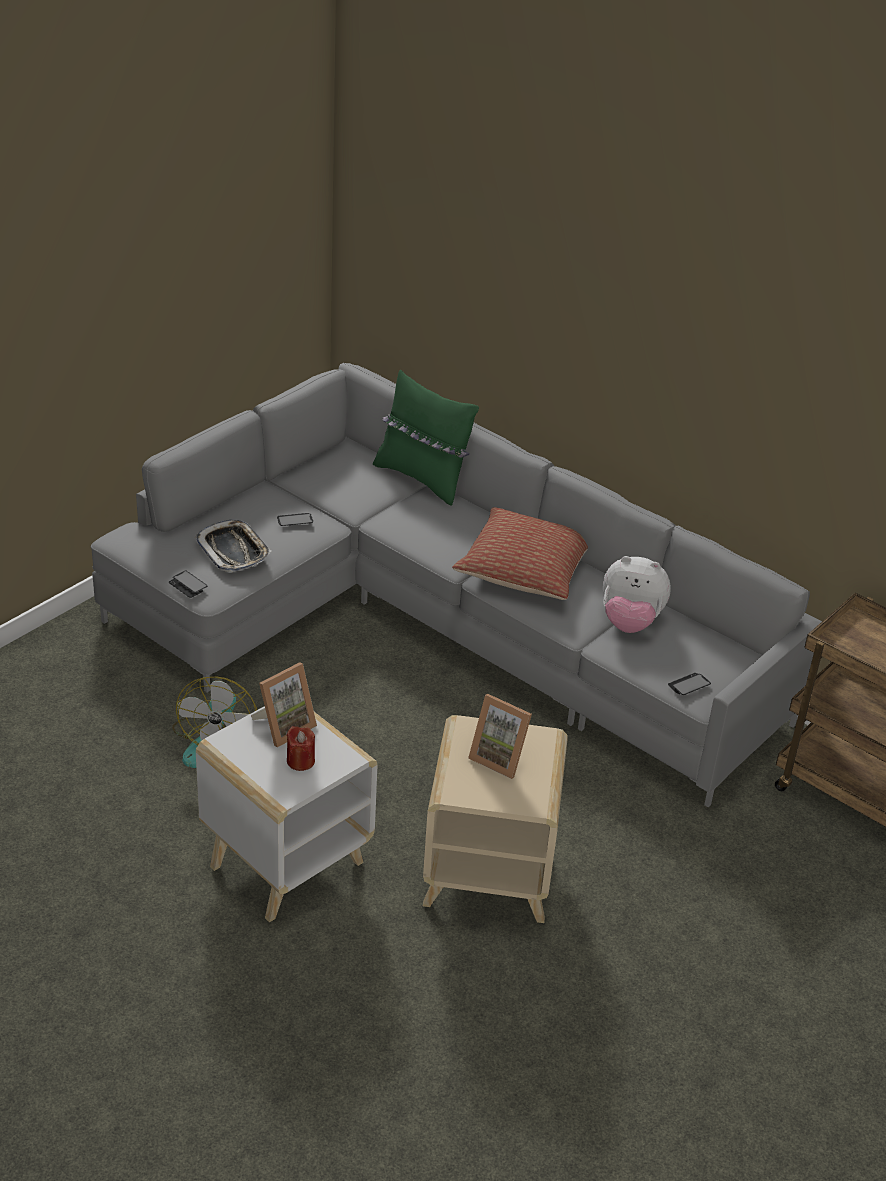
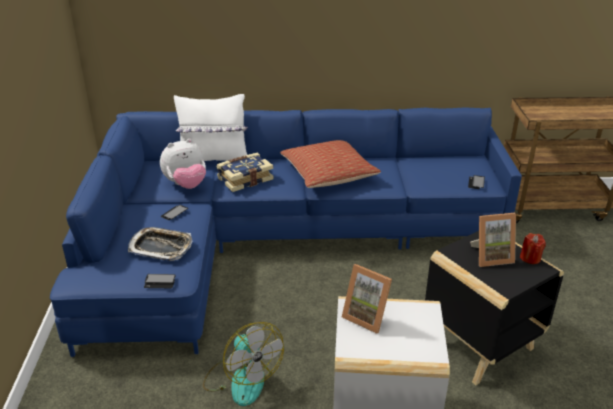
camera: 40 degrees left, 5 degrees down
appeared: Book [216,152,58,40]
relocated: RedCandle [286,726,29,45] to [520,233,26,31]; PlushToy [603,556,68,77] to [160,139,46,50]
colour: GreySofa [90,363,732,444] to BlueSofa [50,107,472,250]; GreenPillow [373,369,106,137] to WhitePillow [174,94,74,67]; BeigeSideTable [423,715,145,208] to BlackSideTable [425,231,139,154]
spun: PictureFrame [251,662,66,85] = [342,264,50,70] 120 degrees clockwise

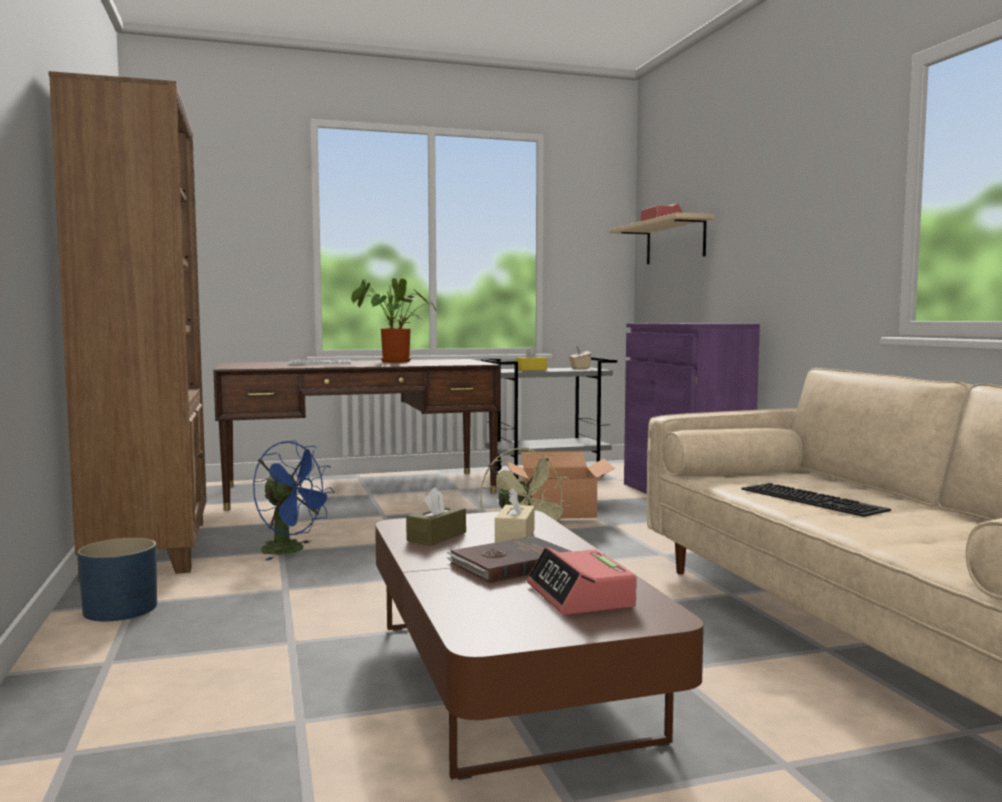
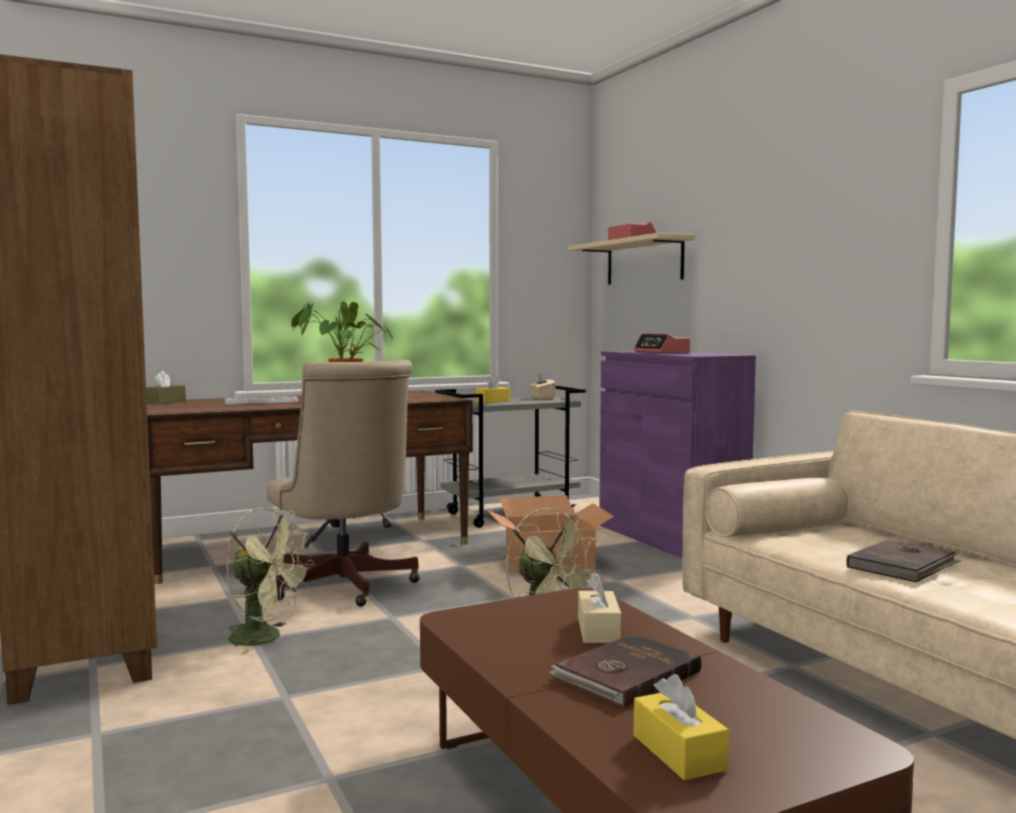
camera: 10 degrees left, 0 degrees up
missing: BluePlanter [78,538,79,83]
appeared: BeigeOfficeChair [266,360,154,247]; YellowTissueBox [634,674,95,107]
relocated: BrownTissueBox [406,487,60,59] to [146,371,40,33]; AlarmClock [527,547,110,68] to [634,334,56,19]
exchanged: Keyboard [742,483,149,34] to BrownBook [846,539,115,43]
colour: BlueFan [253,441,81,119] to GreenFan [226,507,89,148]

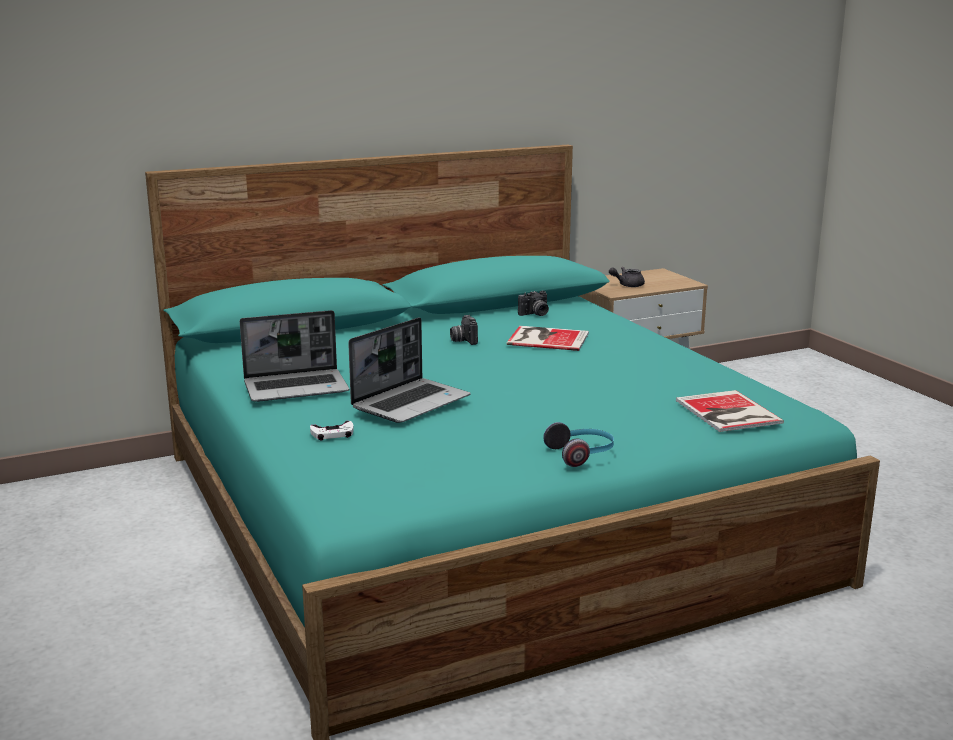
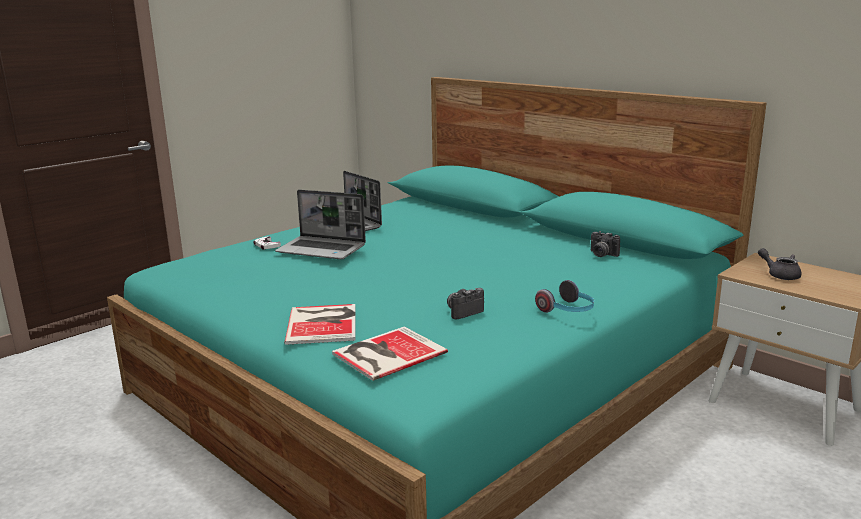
camera: 70 degrees right, 0 degrees up
relocated: PhotoCamera [450,315,28,30] to [447,288,37,31]; Book [507,326,82,25] to [284,304,71,41]; Headphones [543,422,71,45] to [535,280,59,33]

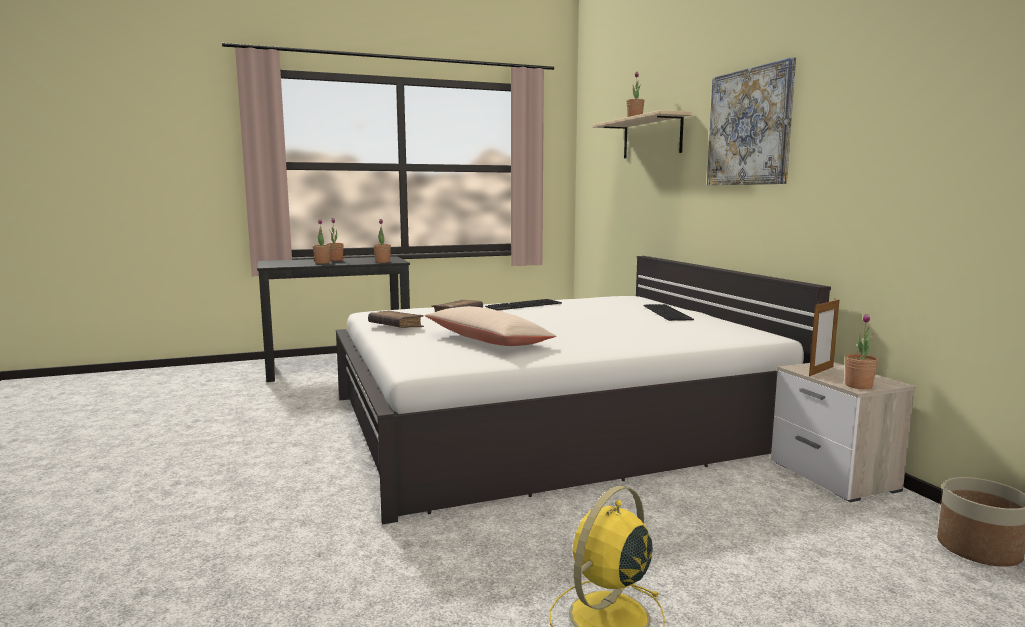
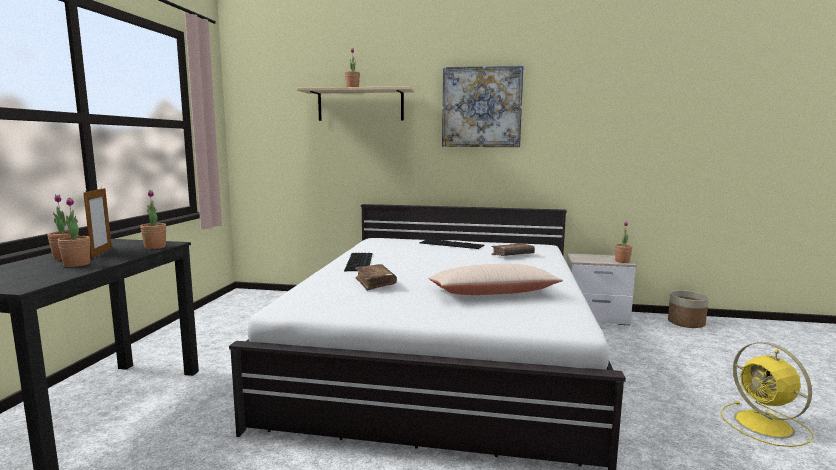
camera: 60 degrees left, 0 degrees up
relocated: BrownBook [368,311,56,17] to [491,243,44,13]; PictureFrame [809,299,30,77] to [83,188,29,70]

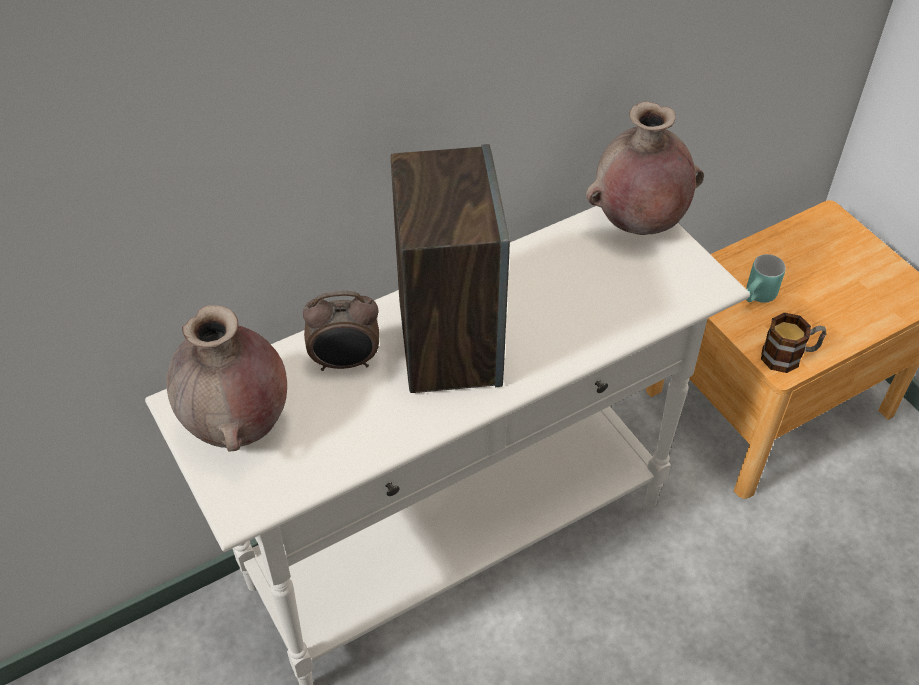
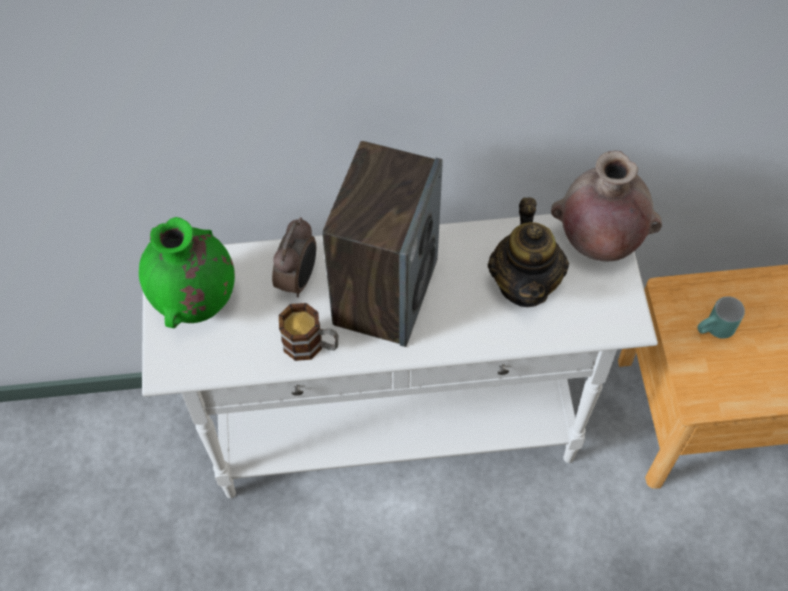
camera: 25 degrees right, 10 degrees up
appeared: Teapot [488,198,81,109]
relocated: Mug [761,313,65,60] to [279,303,60,58]
colour: BrownVase [166,305,121,146] to GreenVase [139,217,96,111]
spun: AlarmClock [303,291,76,80] = [272,217,44,81] 90 degrees counterclockwise

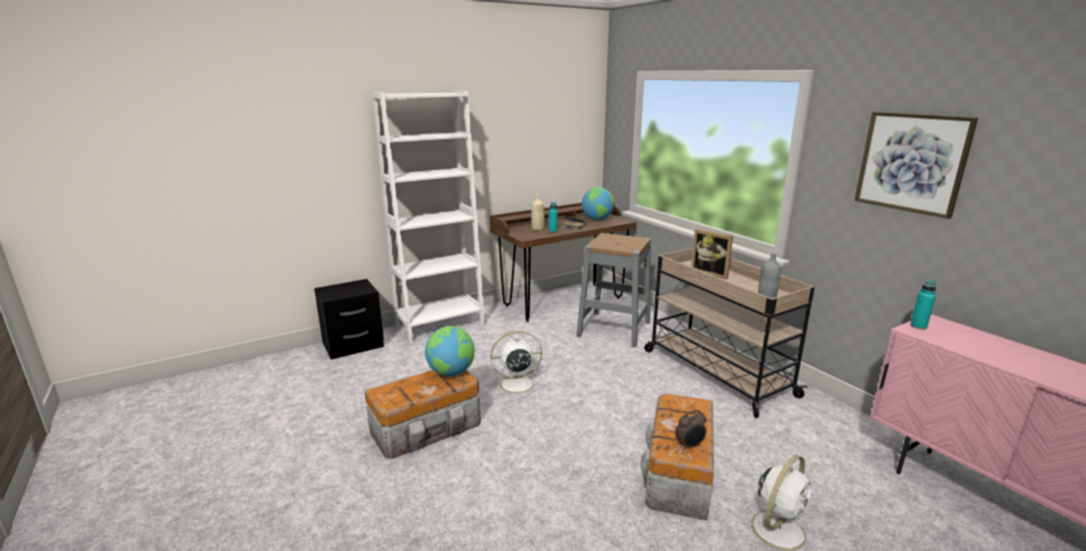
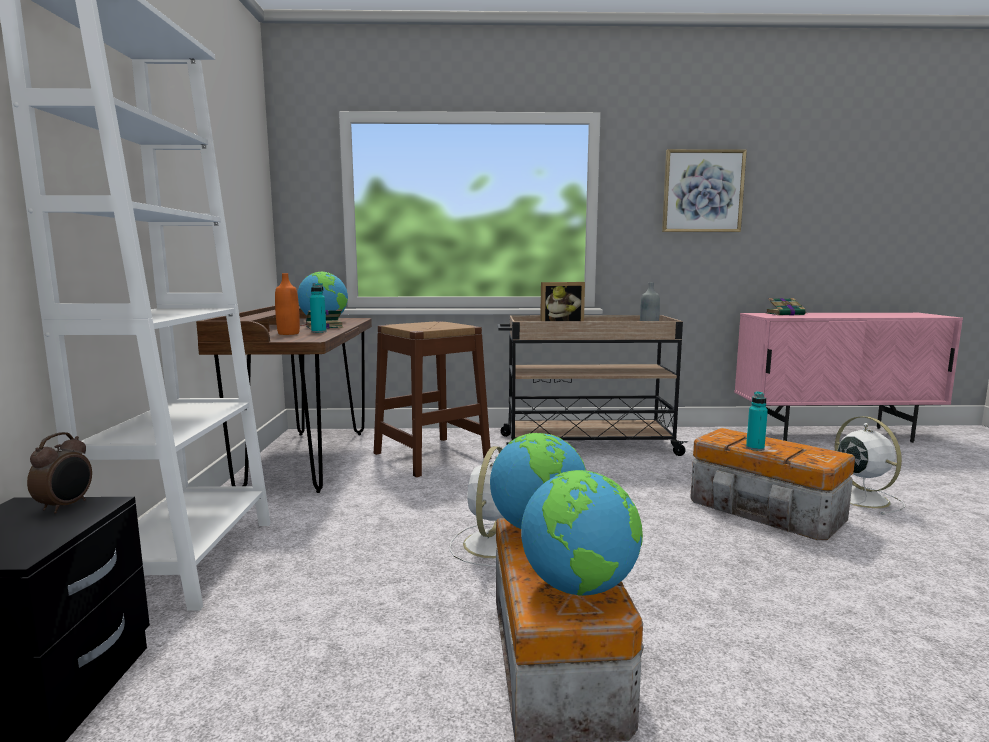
camera: 60 degrees left, 10 degrees down
appeared: Globe [521,470,122,126]; Book [765,298,41,17]
relocated: AlarmClock [675,410,32,40] to [27,432,65,82]; TurquoiseBottle [910,280,27,49] to [746,391,22,60]
colour: BeigeBottle [531,194,13,37] to OrangeBottle [275,273,25,62]; GreyStool [576,233,75,115] to BrownStool [374,321,117,156]

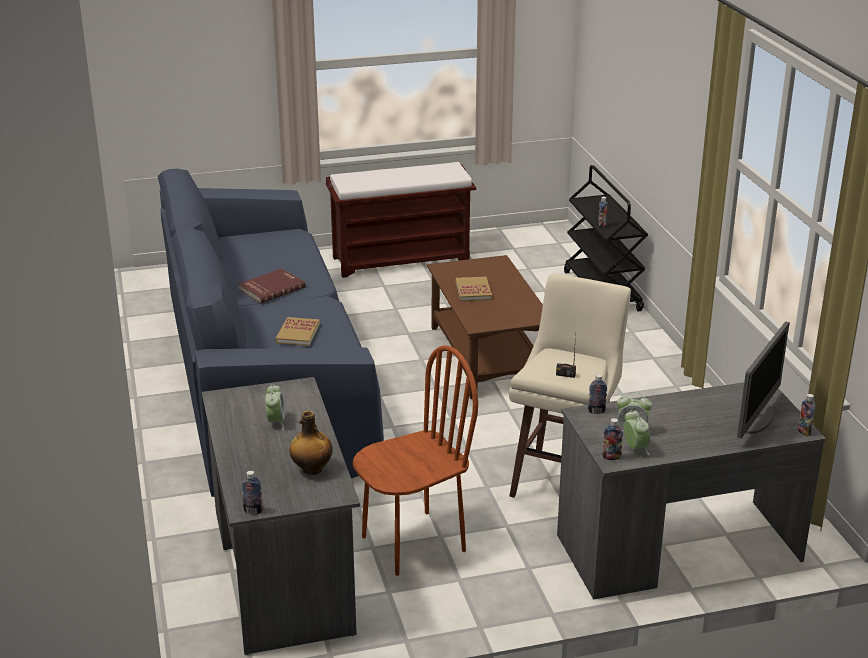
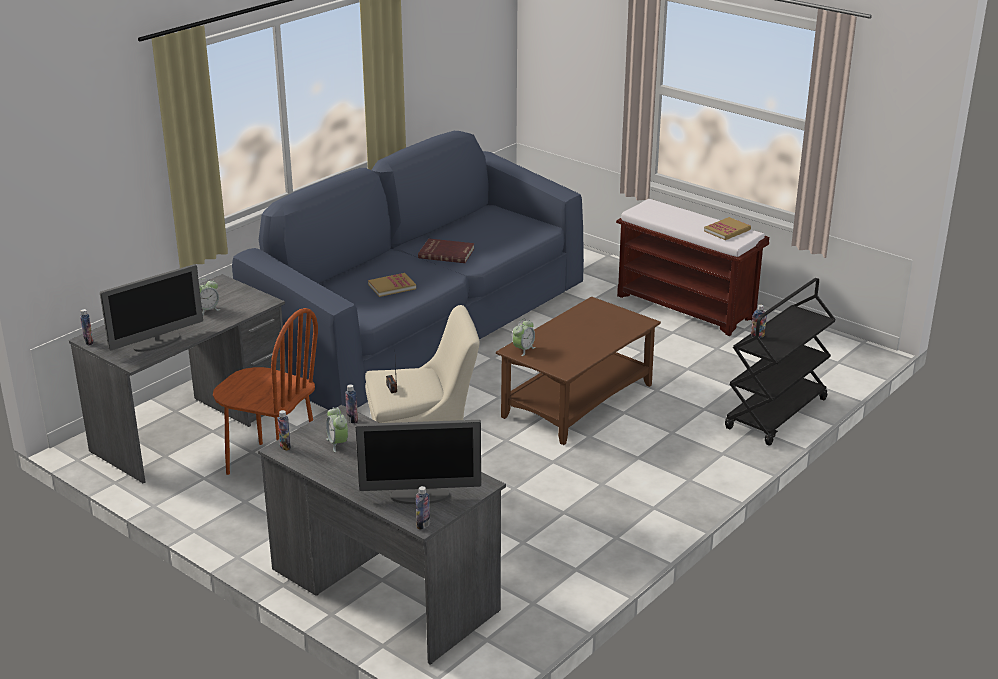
camera: 55 degrees right, 0 degrees up
relocated: Book [456,277,36,24] to [704,217,47,23]; AlarmClock [624,410,26,45] to [513,319,22,37]
exchanged: Bottle [289,411,44,64] to Monitor [100,264,103,88]

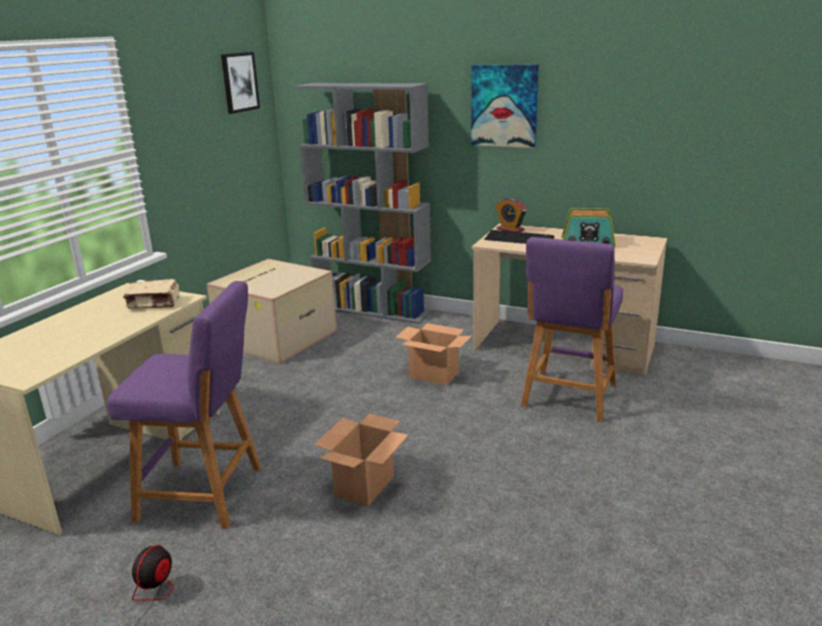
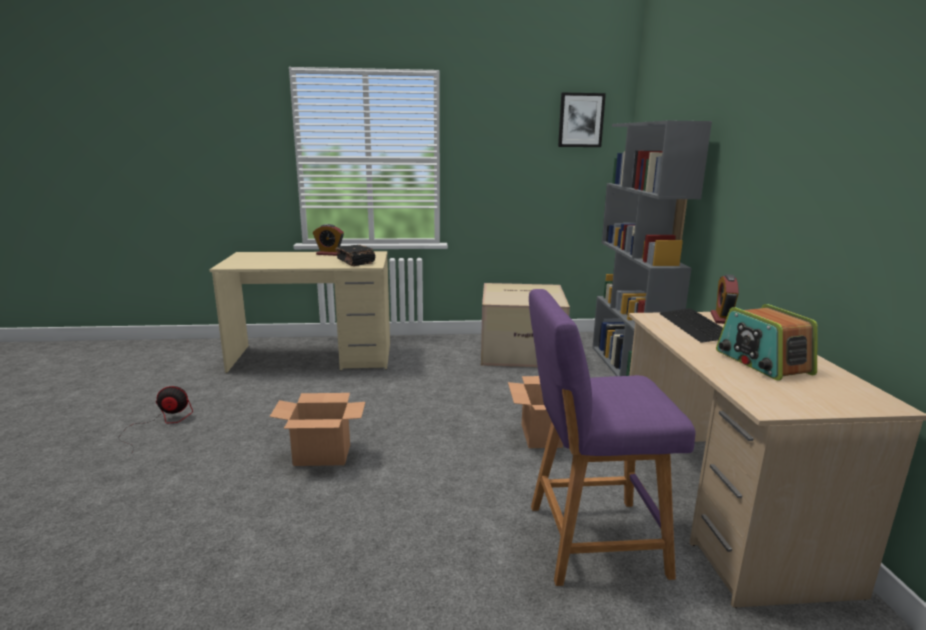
camera: 60 degrees right, 5 degrees down
missing: PurpleStool [107,281,154,248]; Picture [471,64,68,84]
appeared: AlarmClock [313,224,31,32]
colour: BeigeBook [123,279,56,30] to BlackBook [335,245,41,21]

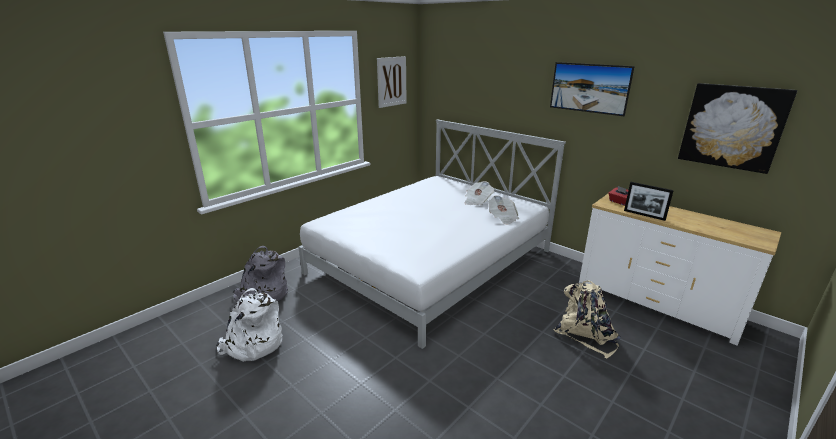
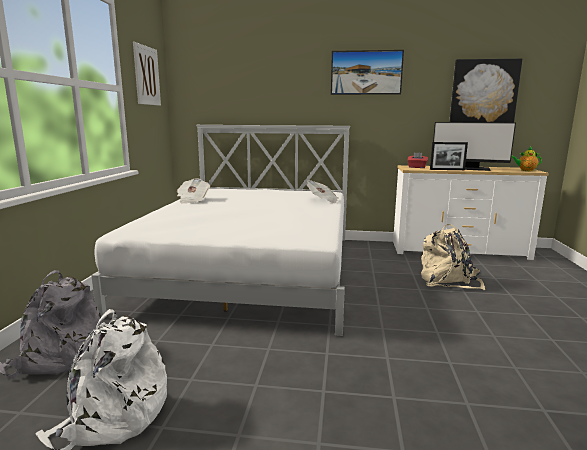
camera: 35 degrees left, 10 degrees down
appeared: Monitor [433,122,83,49]; Teapot [511,147,31,24]
relocated: Newspaper [465,181,29,24] to [177,178,33,26]

